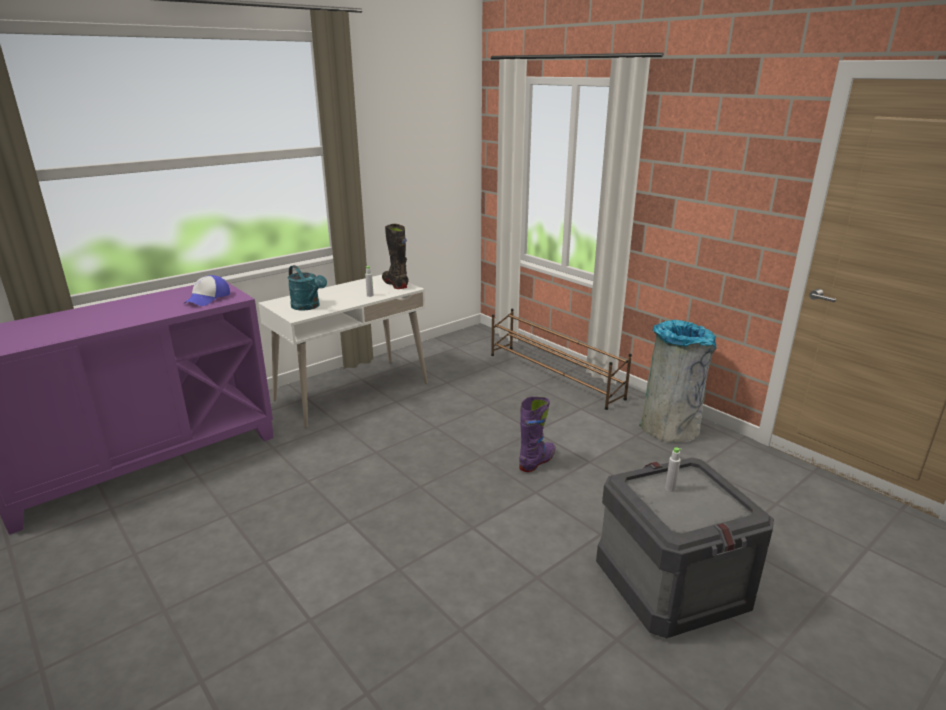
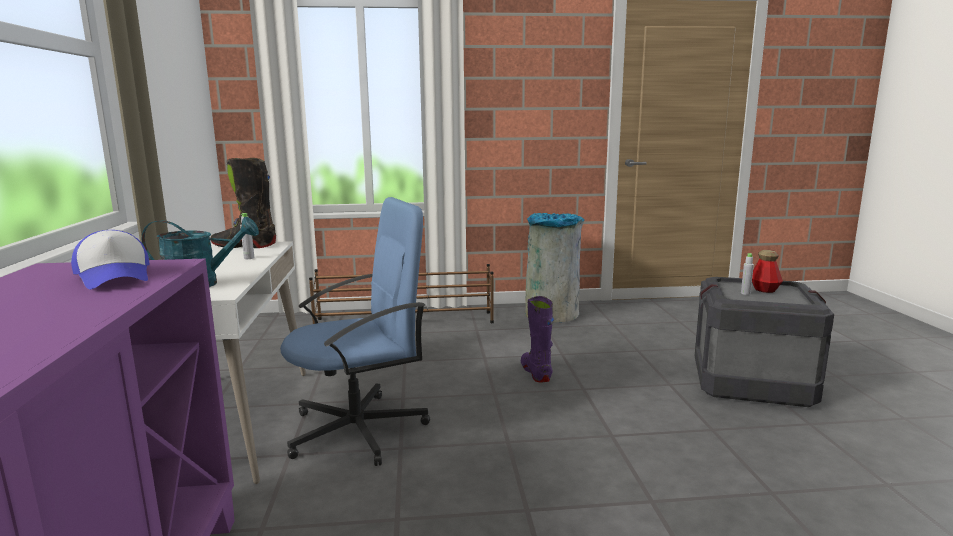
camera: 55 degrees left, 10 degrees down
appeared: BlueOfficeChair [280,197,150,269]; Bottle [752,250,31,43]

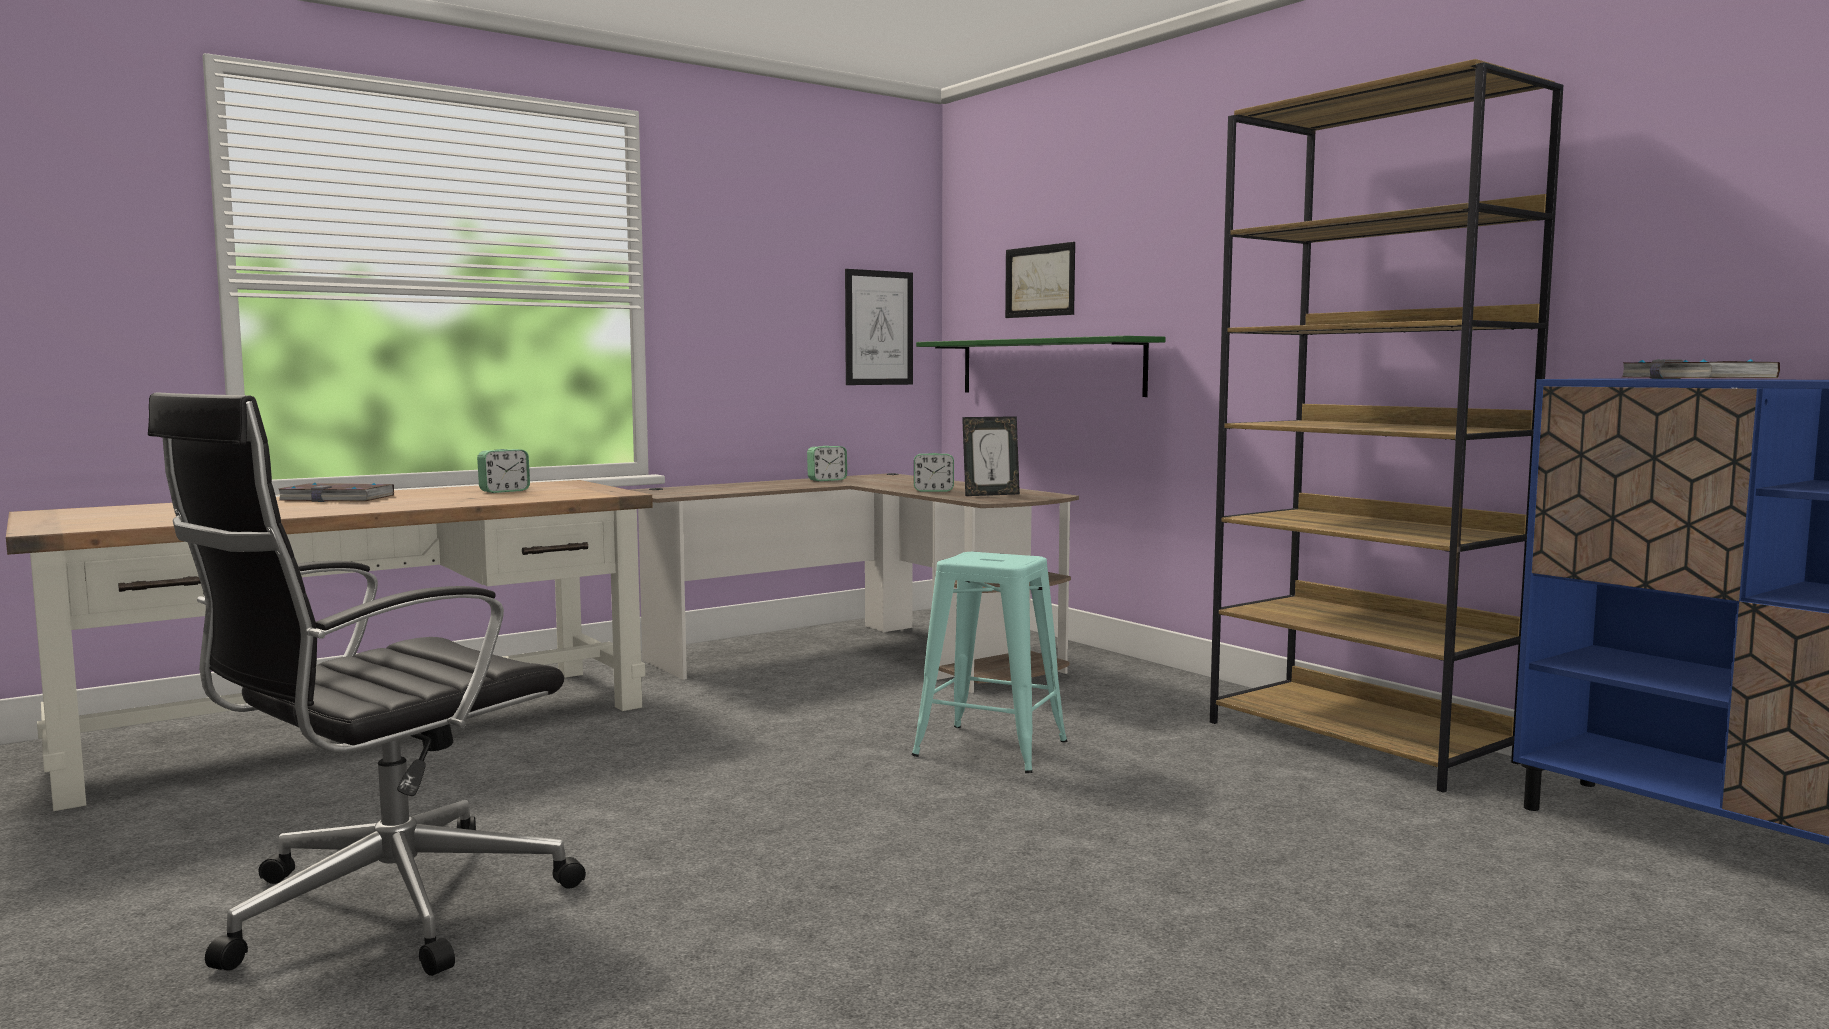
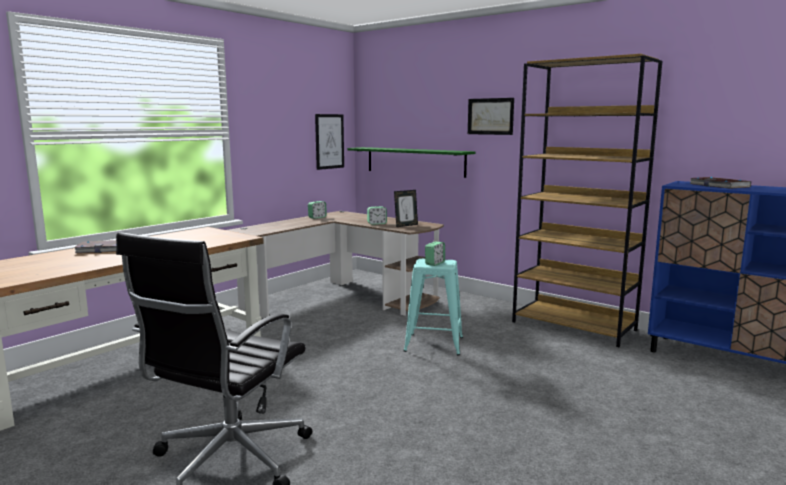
camera: 15 degrees left, 5 degrees up
relocated: AlarmClock [477,449,53,44] to [425,242,20,24]; Picture [1005,242,70,76] to [468,98,46,37]

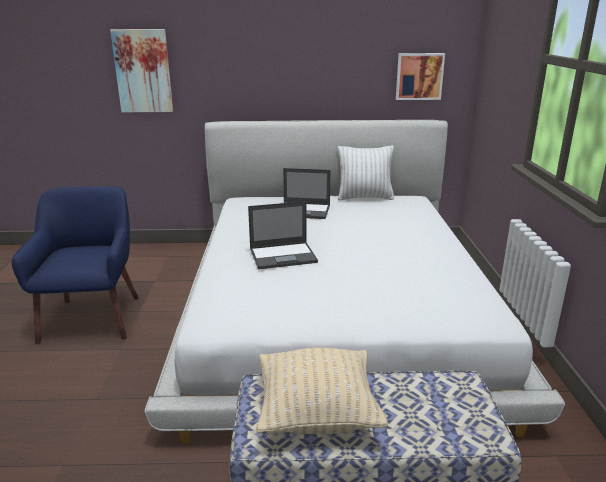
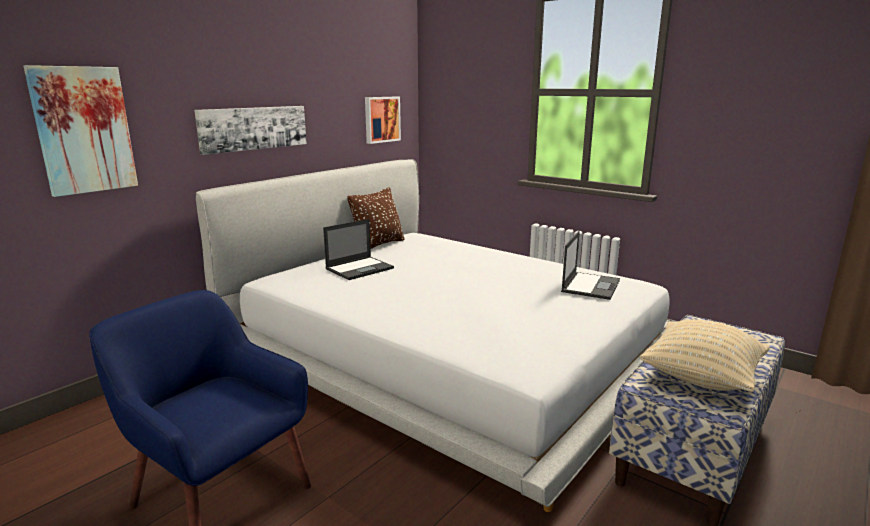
camera: 50 degrees left, 5 degrees down
appeared: Picture [194,106,113,49]
relocated: Laptop [248,201,70,68] to [561,231,59,69]
colour: WhitePillow [338,145,56,55] to BrownPillow [347,187,58,62]

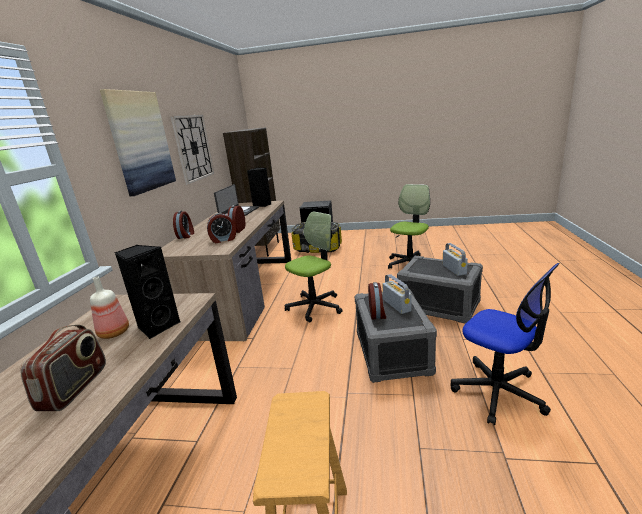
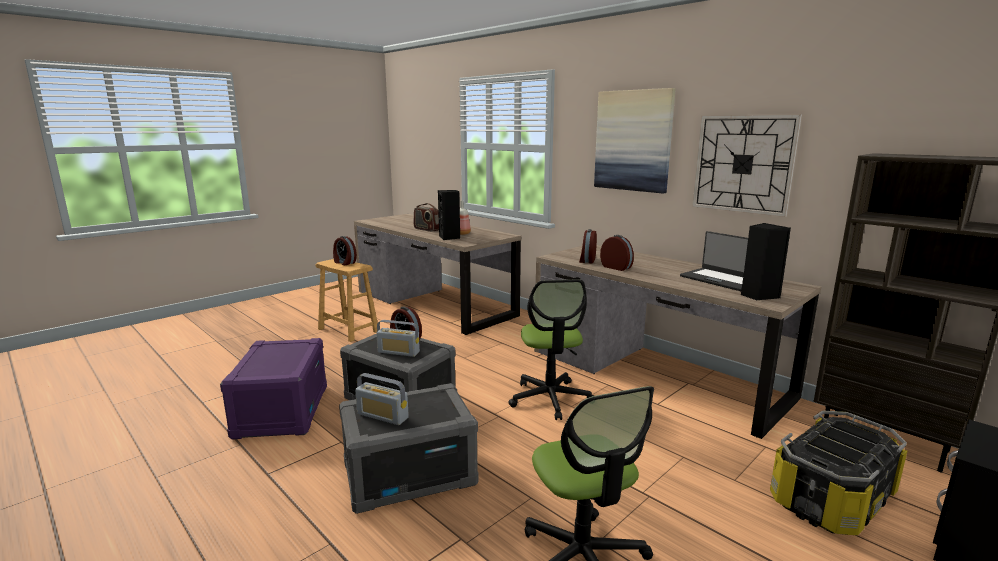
camera: 125 degrees right, 5 degrees down
relocated: AlarmClock [173,211,21,28] to [333,236,24,29]
exchanged: OfficeChair [451,263,109,162] to PurpleStorageBox [220,338,107,101]

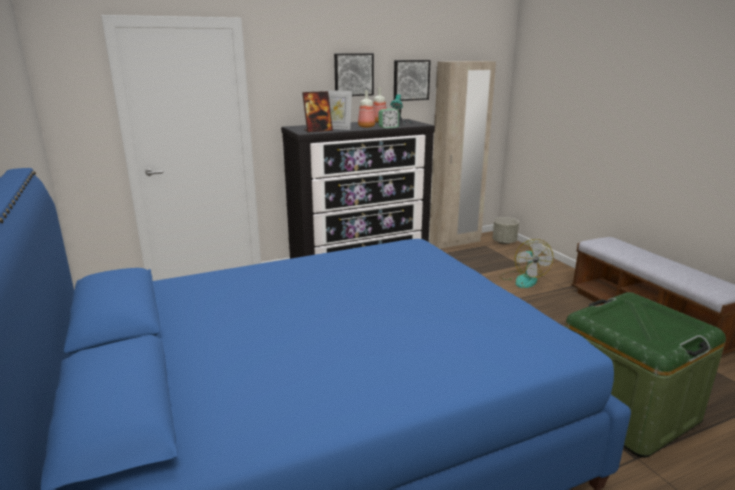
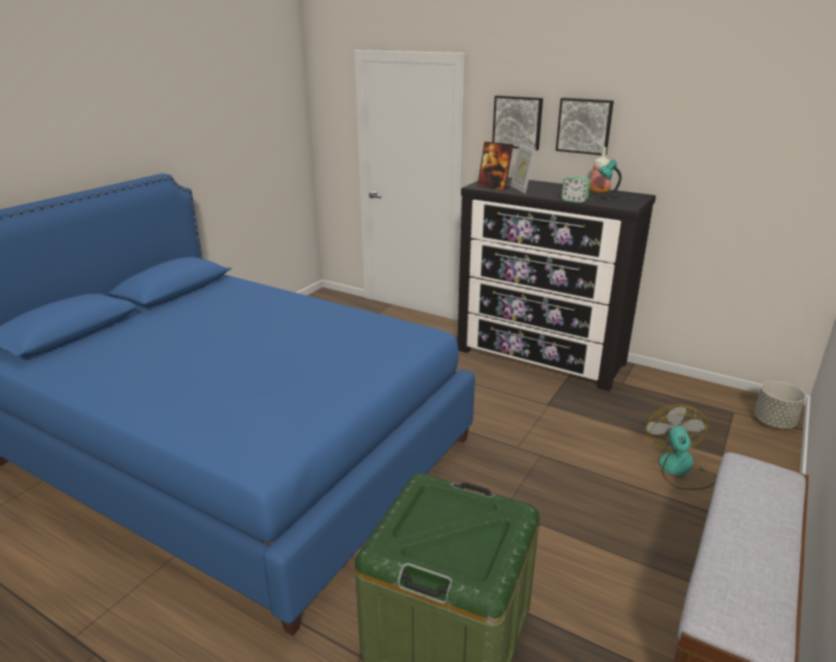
camera: 55 degrees right, 5 degrees up
missing: Bottle [358,90,17,38]; BeigeWardrobe [429,61,67,188]
relocated: Picture [394,60,37,41] to [492,95,51,55]
spun: Fan [499,239,54,49] = [645,405,72,85] 135 degrees clockwise

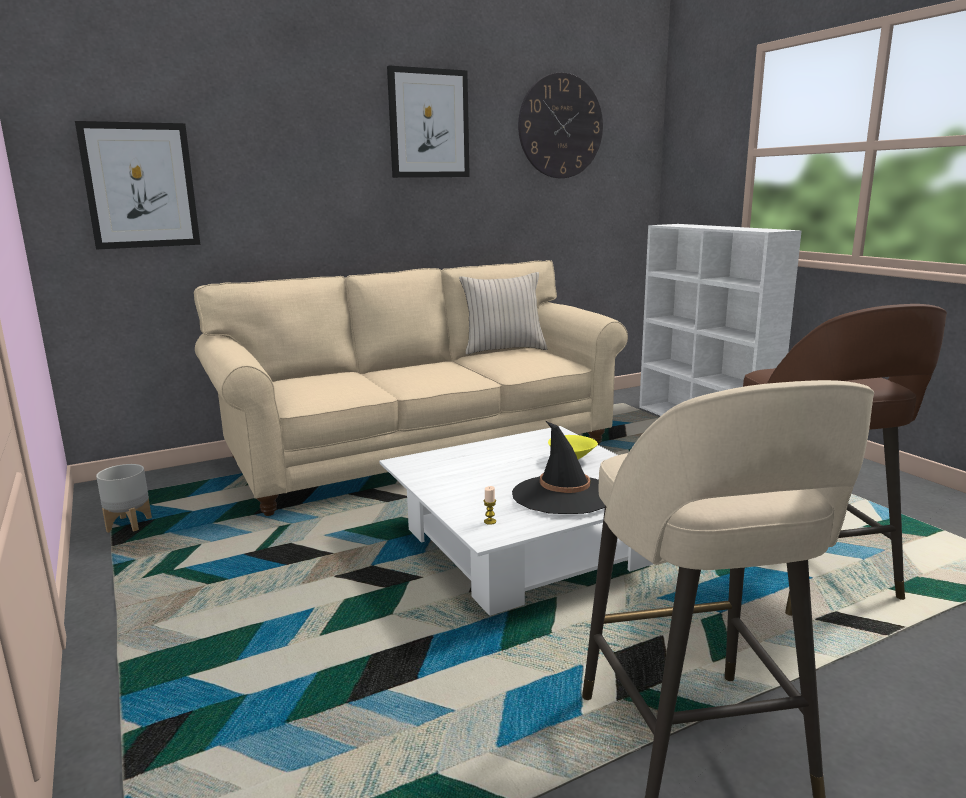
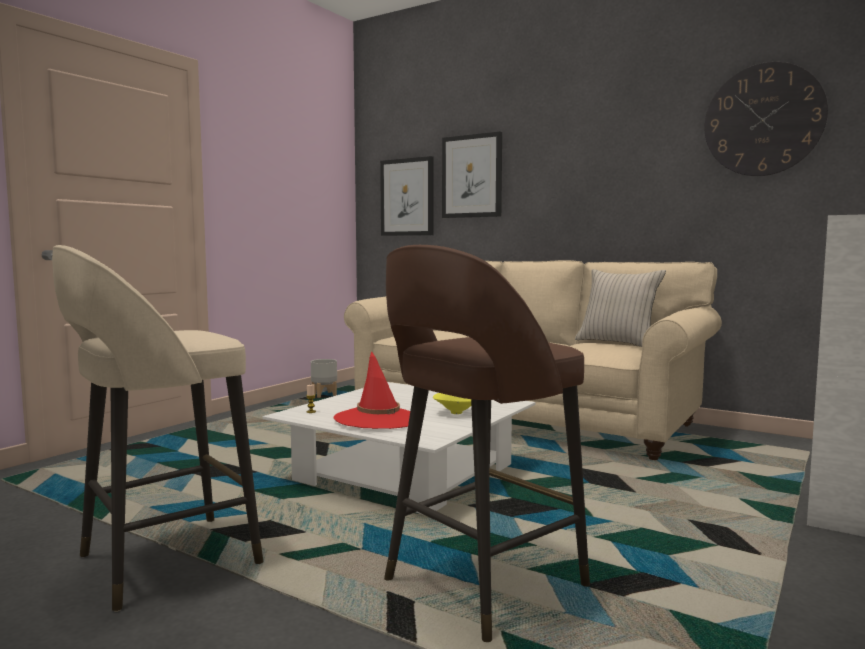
camera: 60 degrees right, 10 degrees down
relocated: Picture [387,65,83,113] to [442,132,60,86]
colour: BlackHat [512,421,93,93] to RedHat [333,351,77,78]

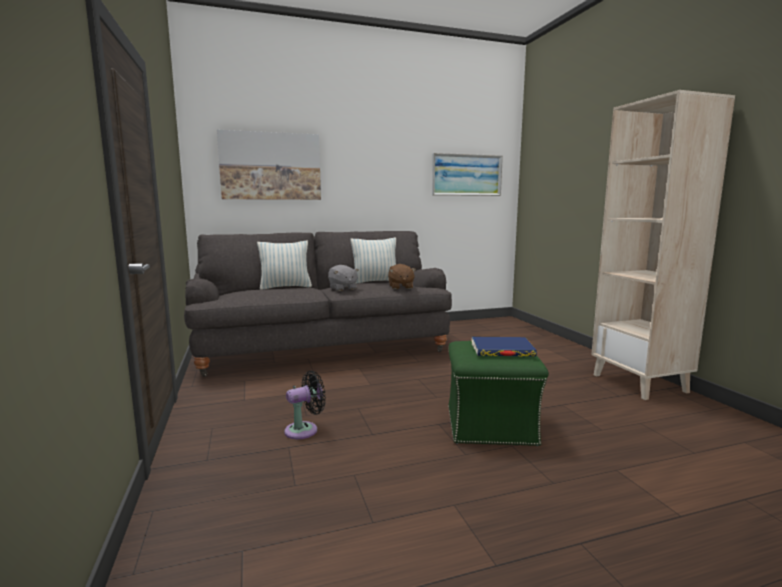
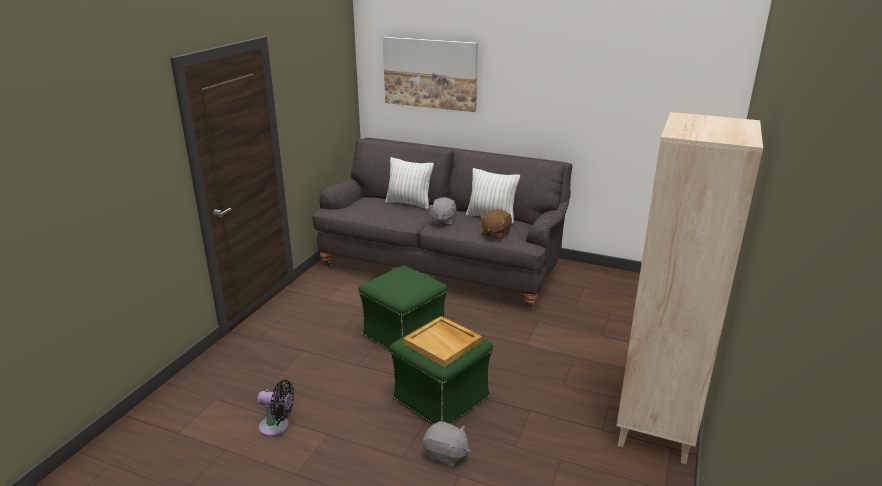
camera: 40 degrees right, 15 degrees up
missing: Picture [432,153,71,43]
appeared: GreenOttoman [358,266,90,85]; GreyPlushToy [423,421,47,47]
relocated: BlackFan [284,371,42,68] to [257,380,37,57]
exchanged: BlueBook [472,337,65,20] to BeigeTray [404,316,78,51]

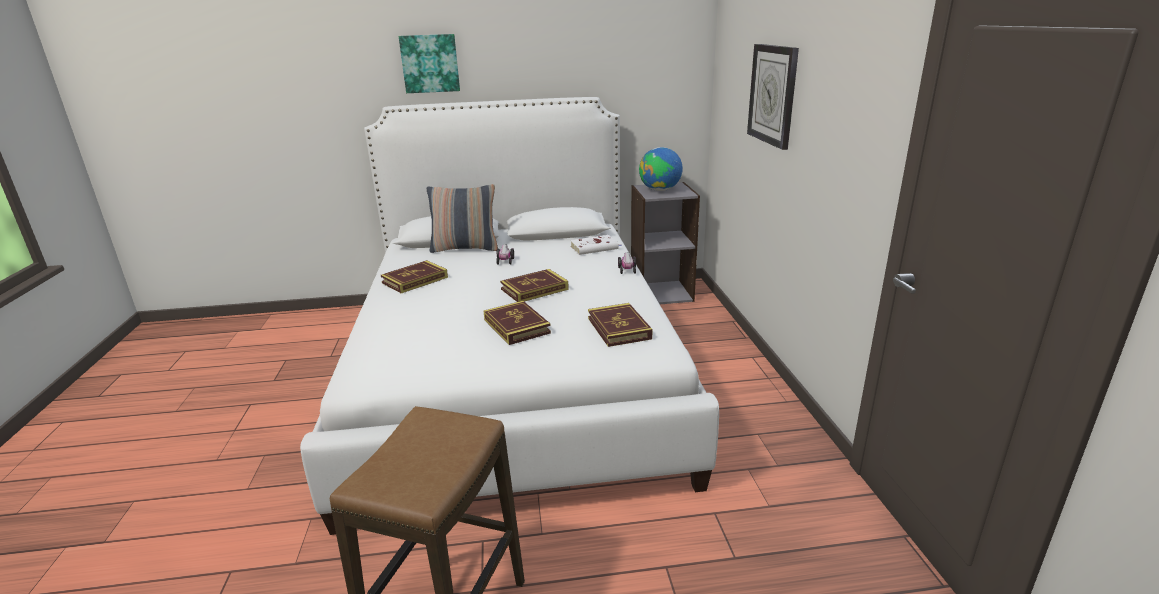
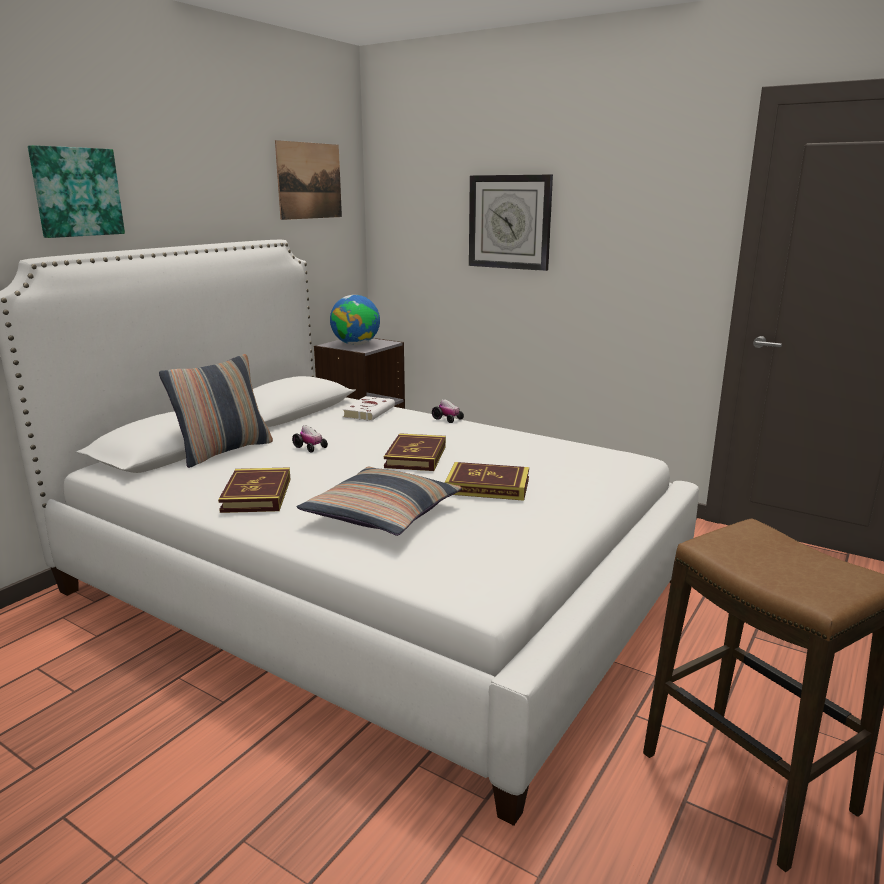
camera: 50 degrees left, 5 degrees down
missing: Book [588,303,64,44]
appeared: Picture [275,140,67,80]; Pillow [297,467,165,69]

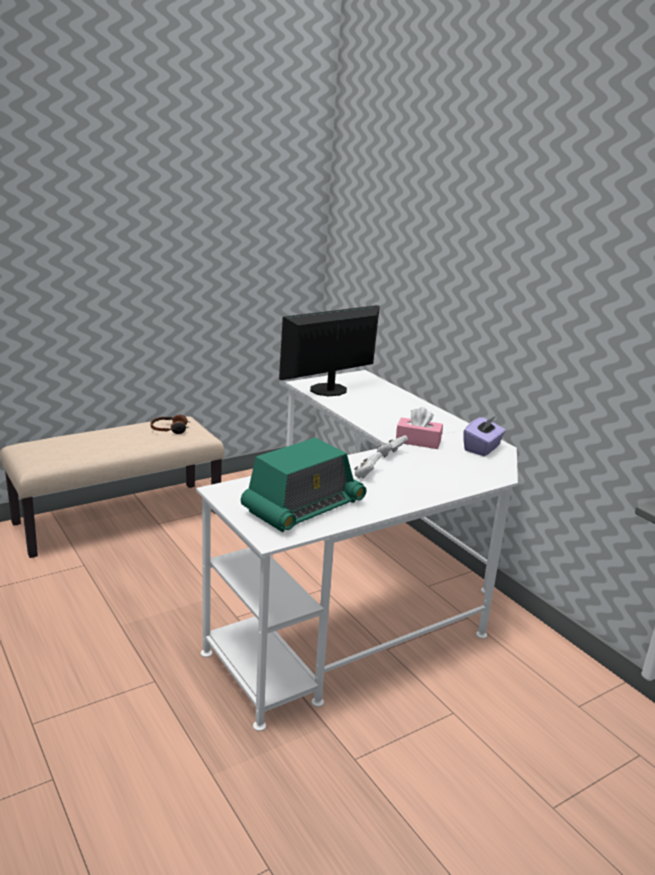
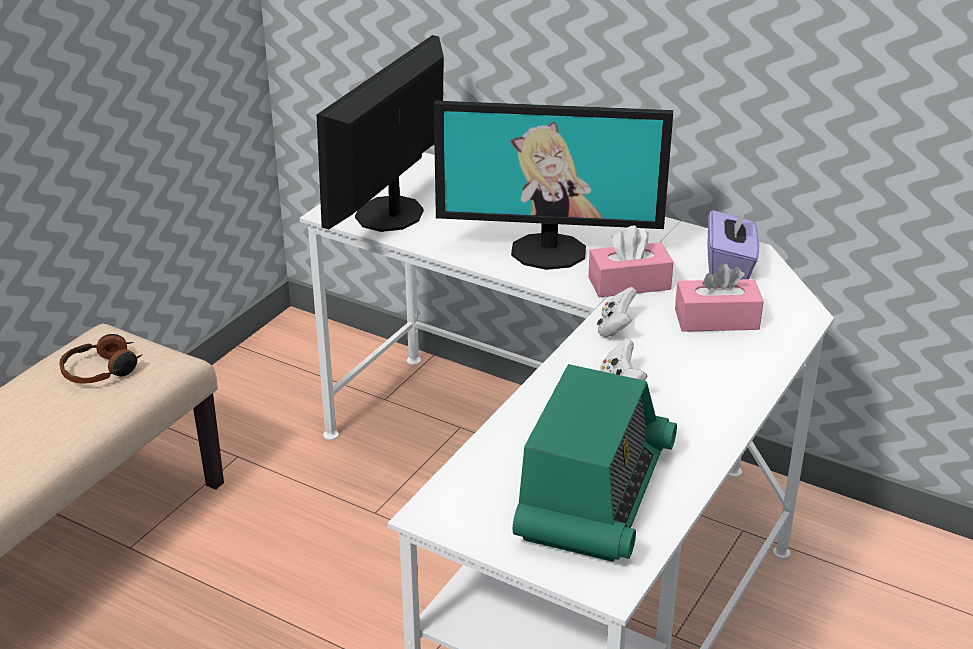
camera: 25 degrees left, 10 degrees up
appeared: Monitor [434,100,239,170]; PinkTissueBox [675,263,89,69]

